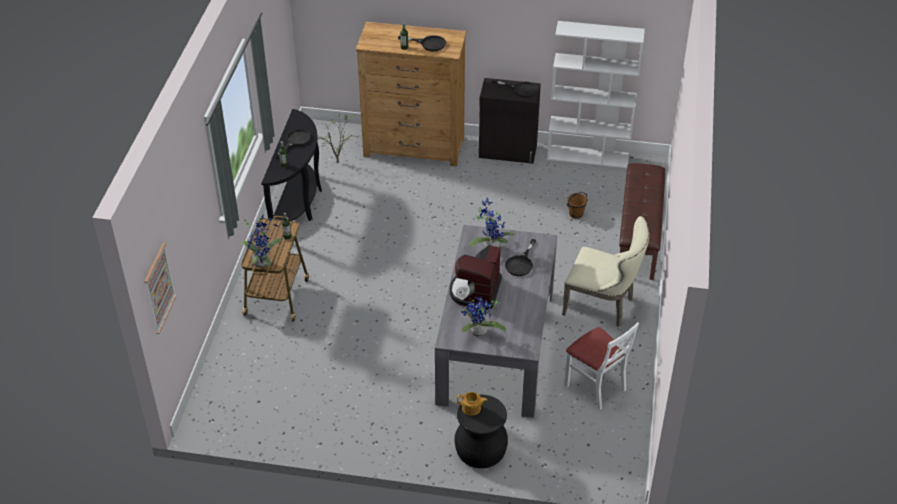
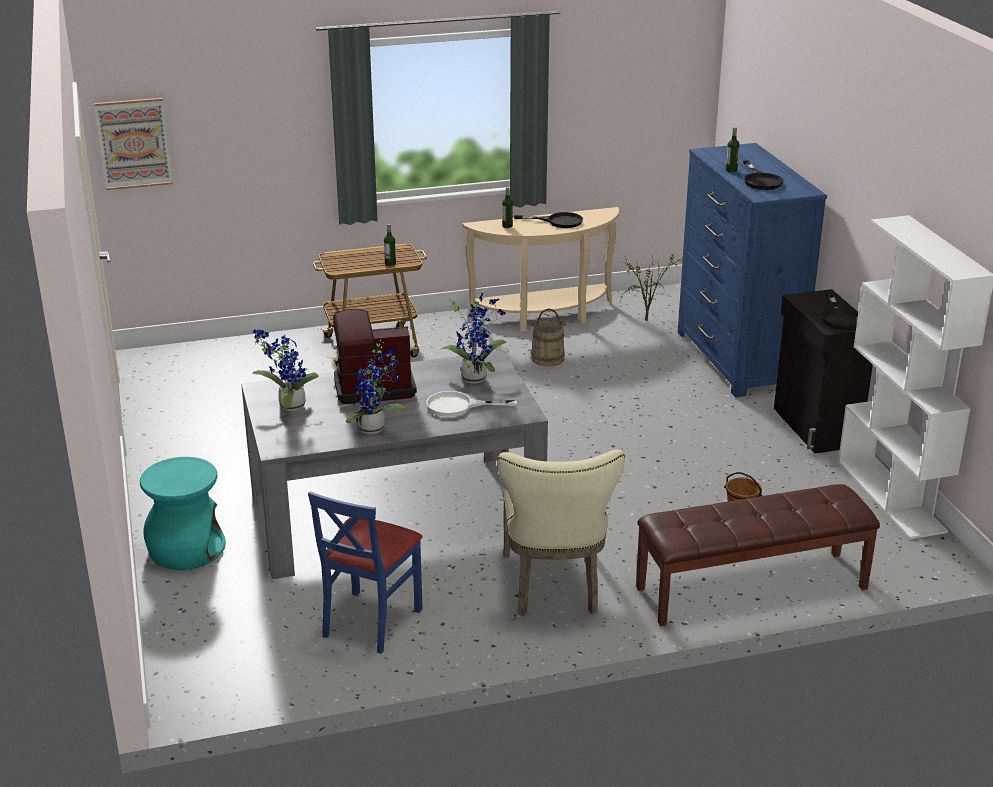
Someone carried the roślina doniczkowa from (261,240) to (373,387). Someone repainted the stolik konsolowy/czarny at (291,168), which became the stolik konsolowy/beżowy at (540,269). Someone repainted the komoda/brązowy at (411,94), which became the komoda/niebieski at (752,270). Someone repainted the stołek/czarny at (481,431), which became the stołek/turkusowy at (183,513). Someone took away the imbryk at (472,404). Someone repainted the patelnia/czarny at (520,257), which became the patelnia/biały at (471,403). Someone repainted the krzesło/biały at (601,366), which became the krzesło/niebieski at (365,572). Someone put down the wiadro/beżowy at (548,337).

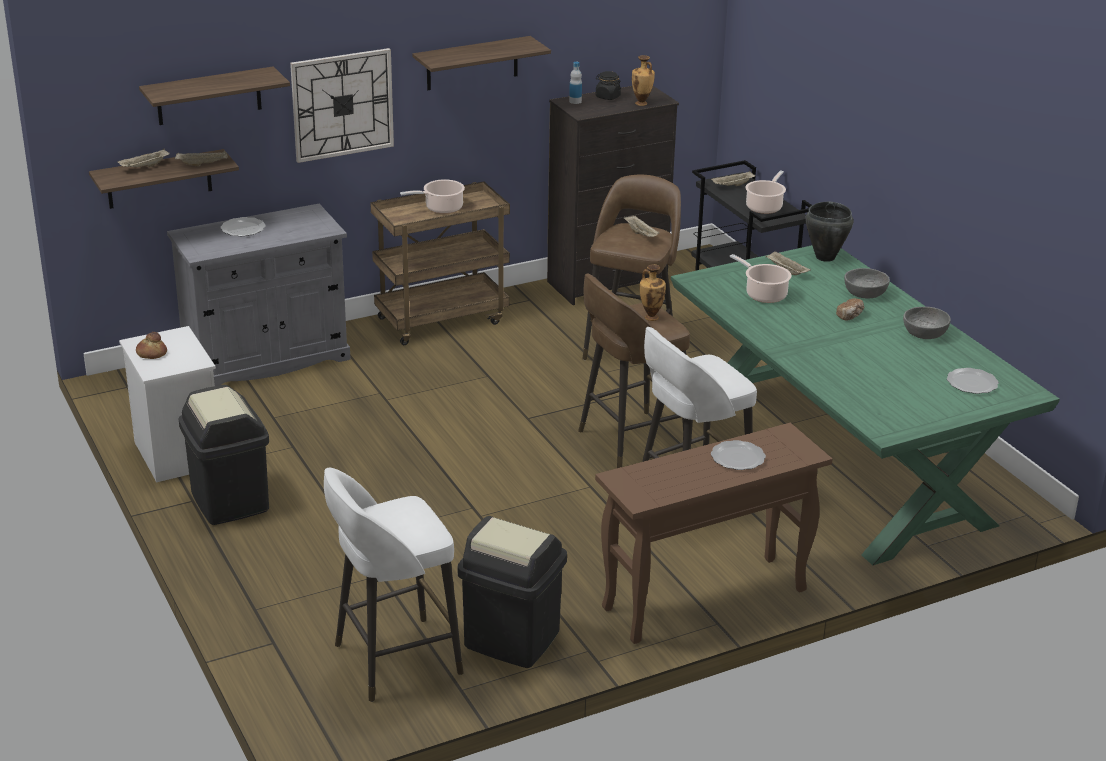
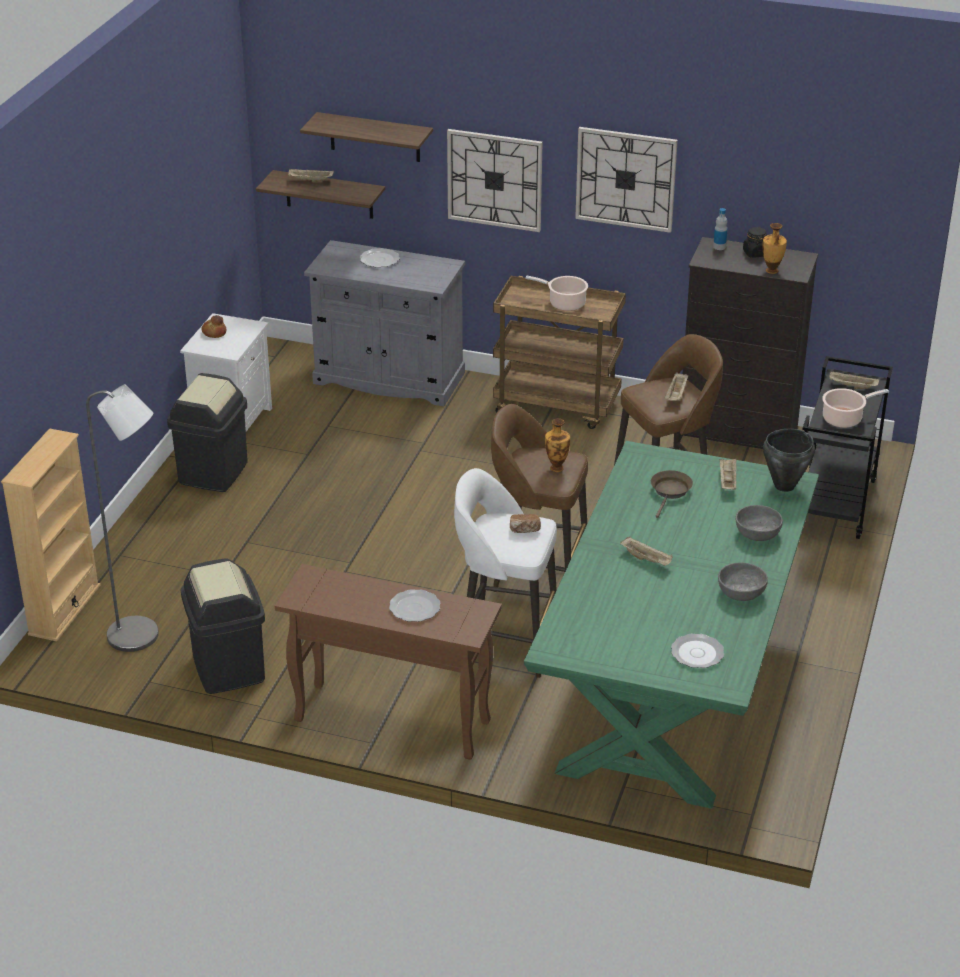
Someone carried the taca/beżowy from (201,158) to (646,551). Someone swapped the stołek/biały at (394,585) for the lampa stojąca/szary at (122,518). Someone swapped the półka at (481,63) for the zegar ścienny at (626,180). Someone swapped the garnek at (760,278) for the patelnia/brązowy at (672,494). Someone carried the chleb from (850,309) to (525,523). Someone put down the regał/beżowy at (51,534).

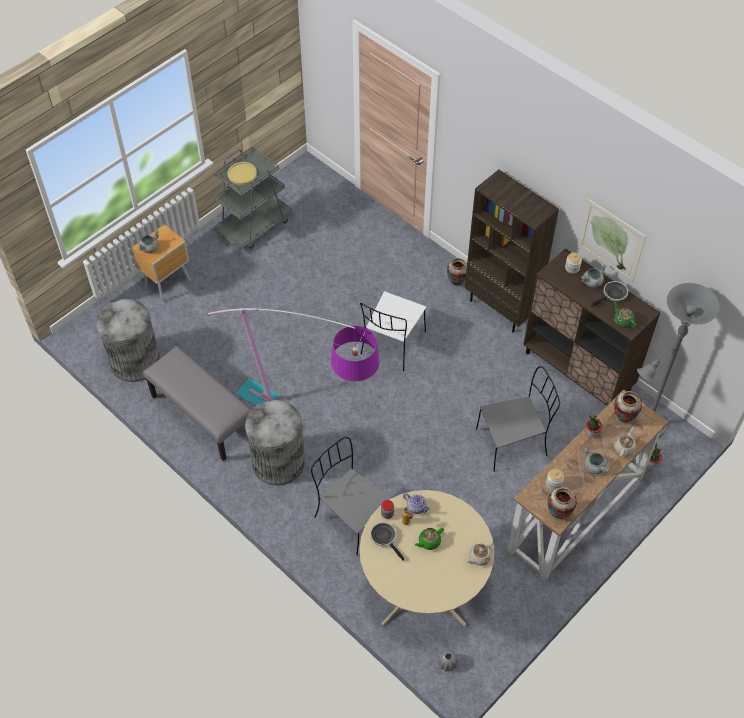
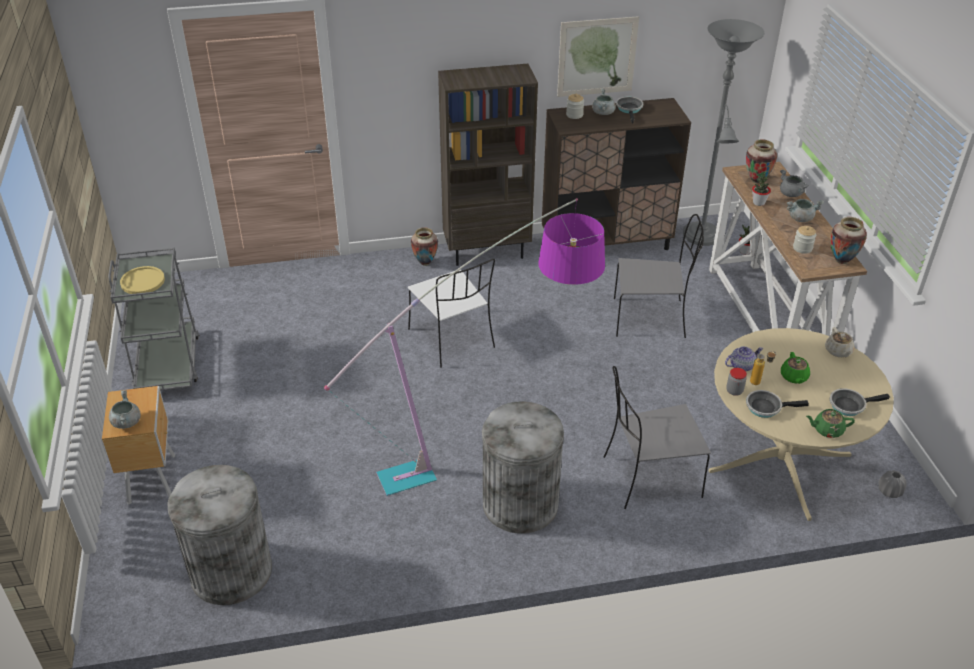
Someone took away the ławka/szary at (197,403). Someone rotated the krzesło/szary at (518,419) by 75 degrees clockwise. Someone carried the imbryk/zielony from (625,314) to (830,423). Someone swapped the imbryk/beżowy at (625,442) for the garnek/szary at (794,183). Someone put down the patelnia at (860,402).

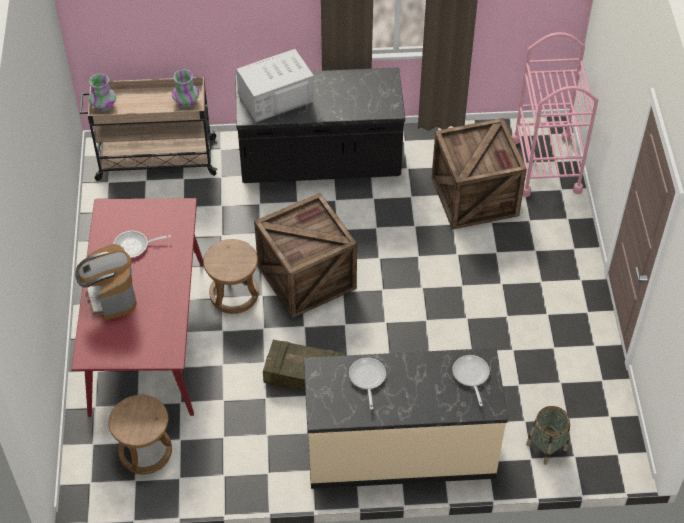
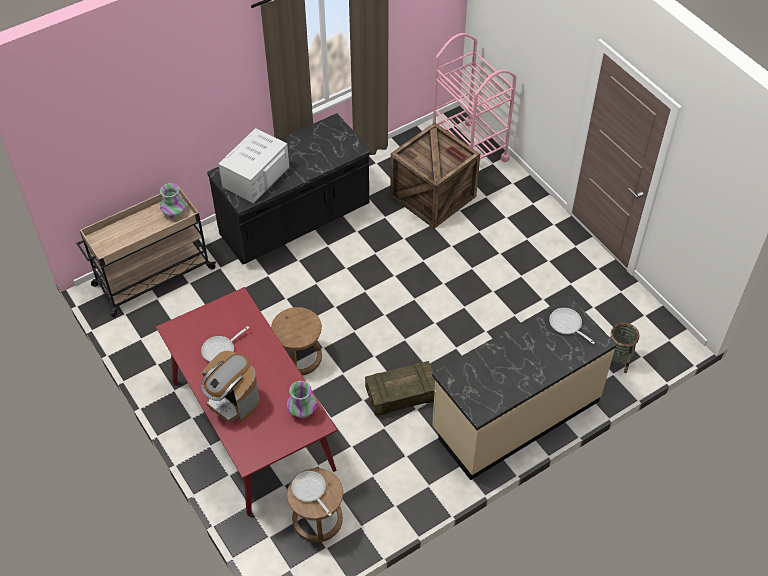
Someone carried the wazon from (102,93) to (302,399). Someone took away the skrzynka at (305,255). Someone carried the patelnia from (367,384) to (311,493).

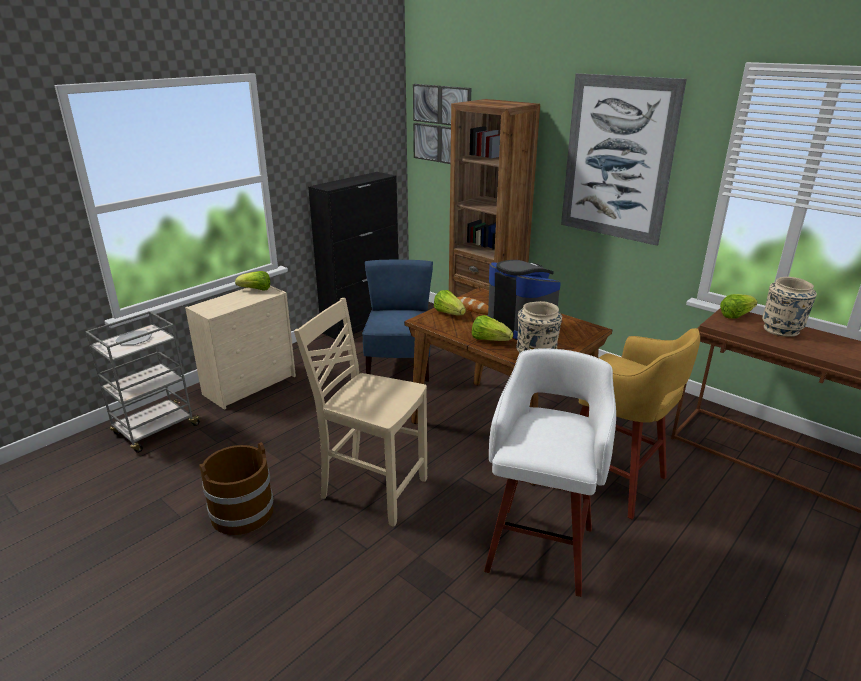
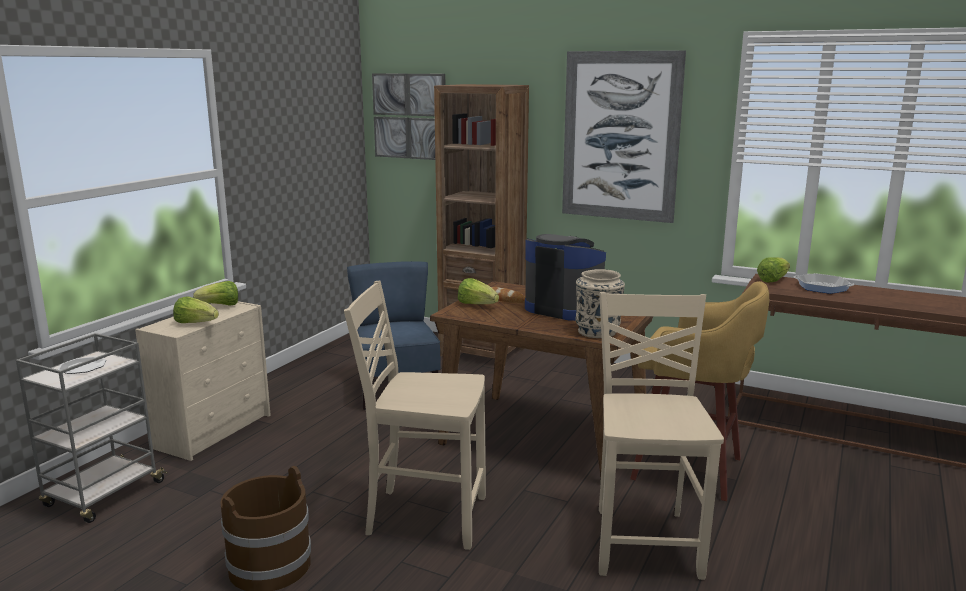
Someone took away the szafka/czarny at (353,255). Someone carried the sałata from (492,328) to (196,309). Someone swapped the stołek/biały at (550,472) for the krzesło/beżowy at (661,436). Someone swapped the wazon/beżowy at (789,307) for the patelnia at (824,283).

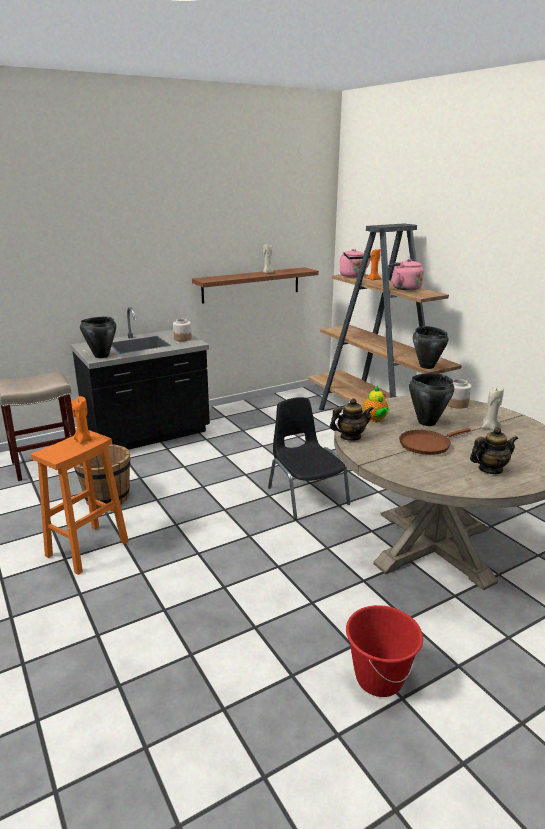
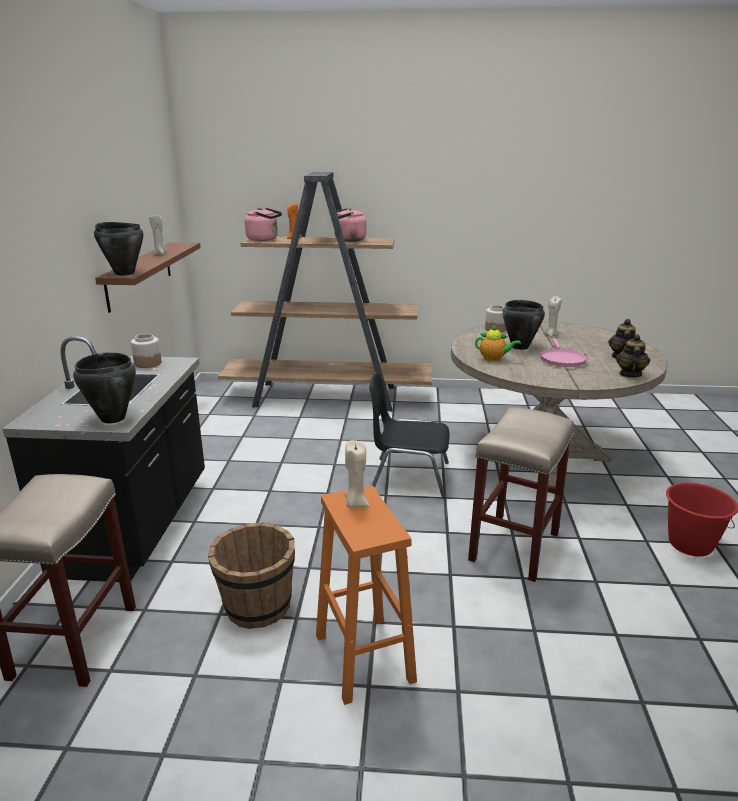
Someone repainted the świeca/pomarańczowy at (82,419), which became the świeca/beżowy at (356,474). Someone carried the imbryk from (352,419) to (633,356). Someone repainted the patelnia/brązowy at (435,441), which became the patelnia/różowy at (563,352). Someone carried the garnek/czarny from (430,347) to (118,249). Someone put down the stołek/beżowy at (521,494).

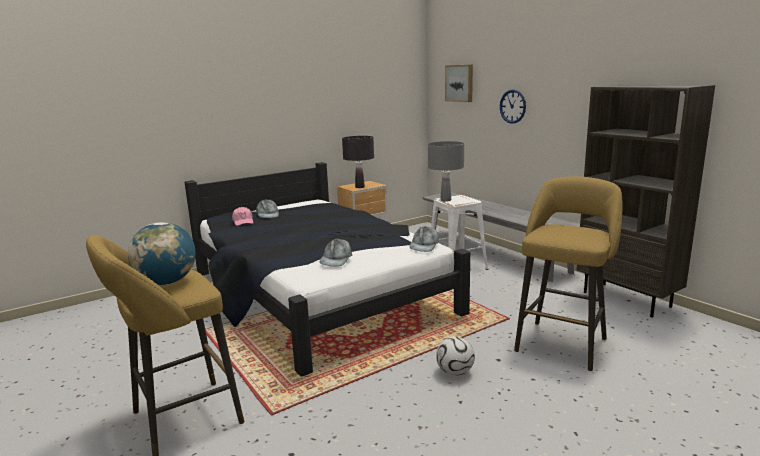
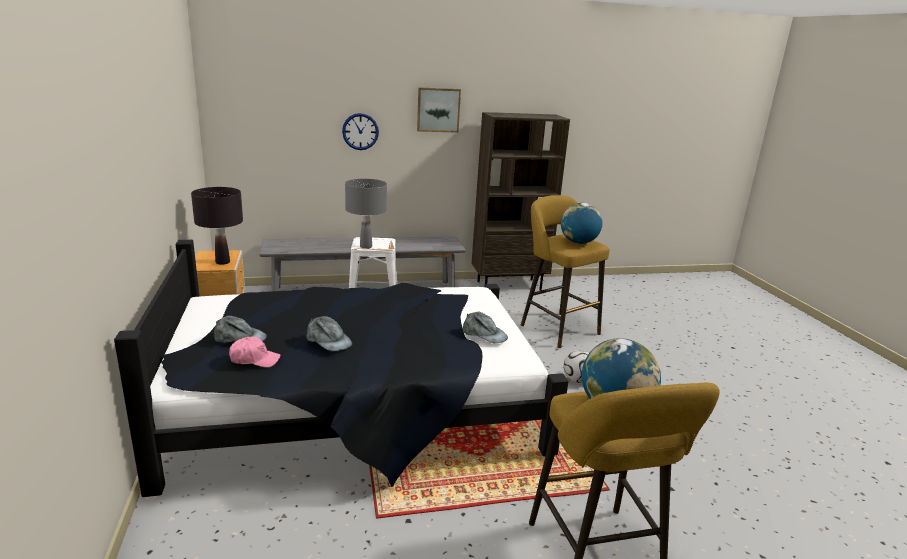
Someone carried the czapka z daszkiem/szary from (424,239) to (329,333). Someone carried the obraz from (459,83) to (439,110). Someone put down the globus at (581,223).

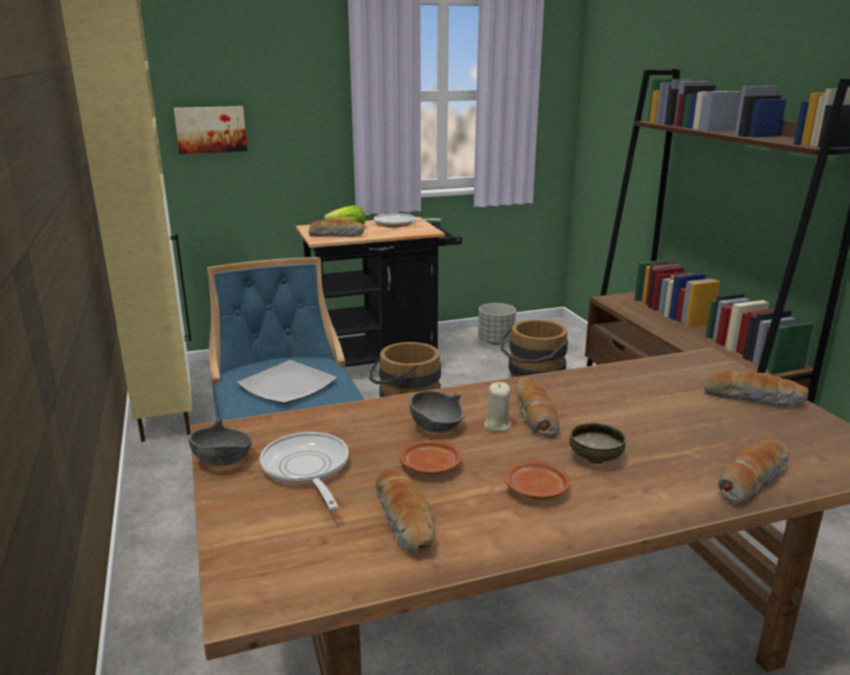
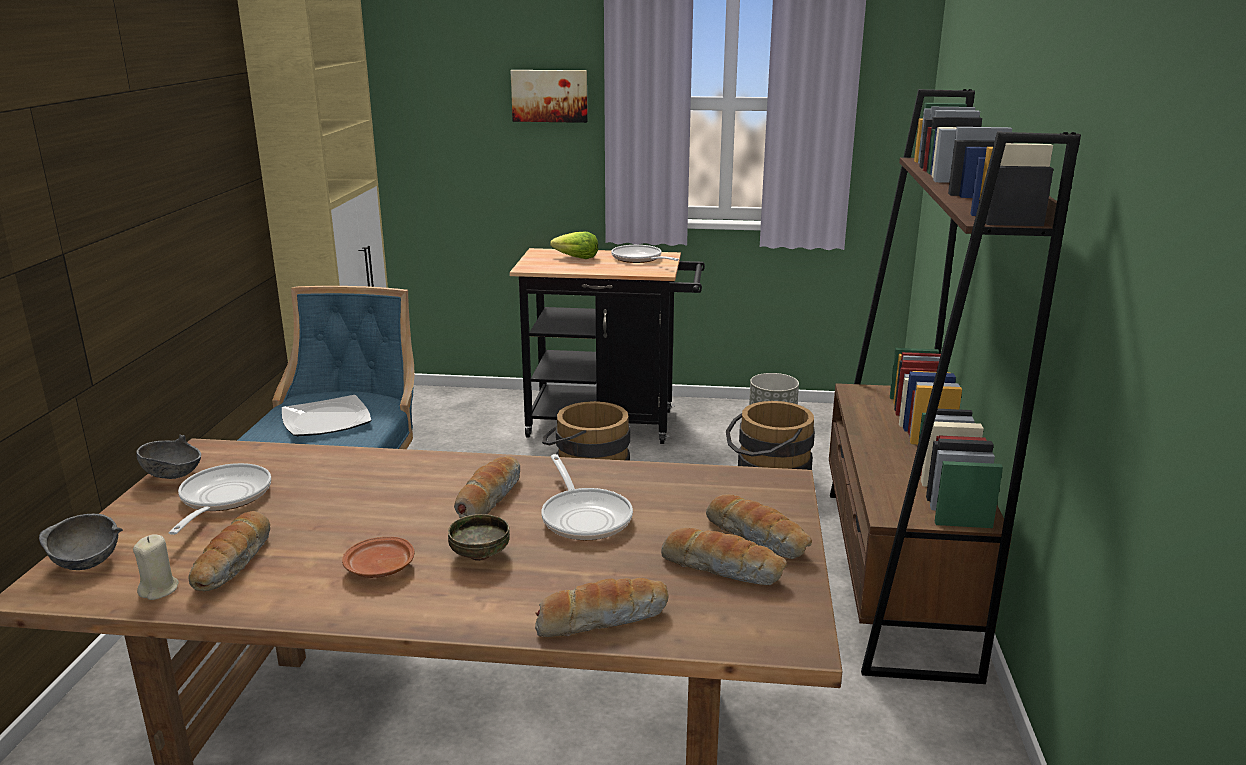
Someone carried the obraz from (210,130) to (549,96). Someone carried the chleb from (337,228) to (724,556). Someone took away the talerz/brązowy at (430,457). Someone carried the miska/szary from (436,411) to (81,542). Someone carried the świeca/beżowy from (497,407) to (156,567). Someone put down the patelnia at (587,497).

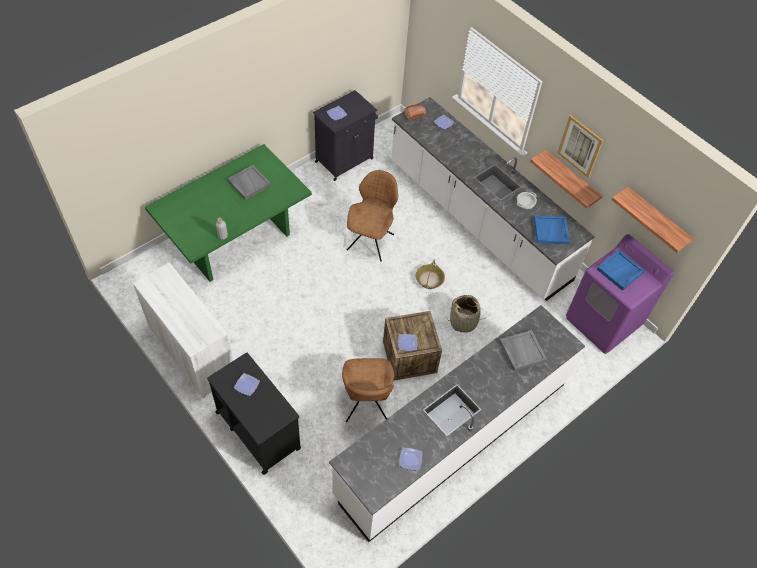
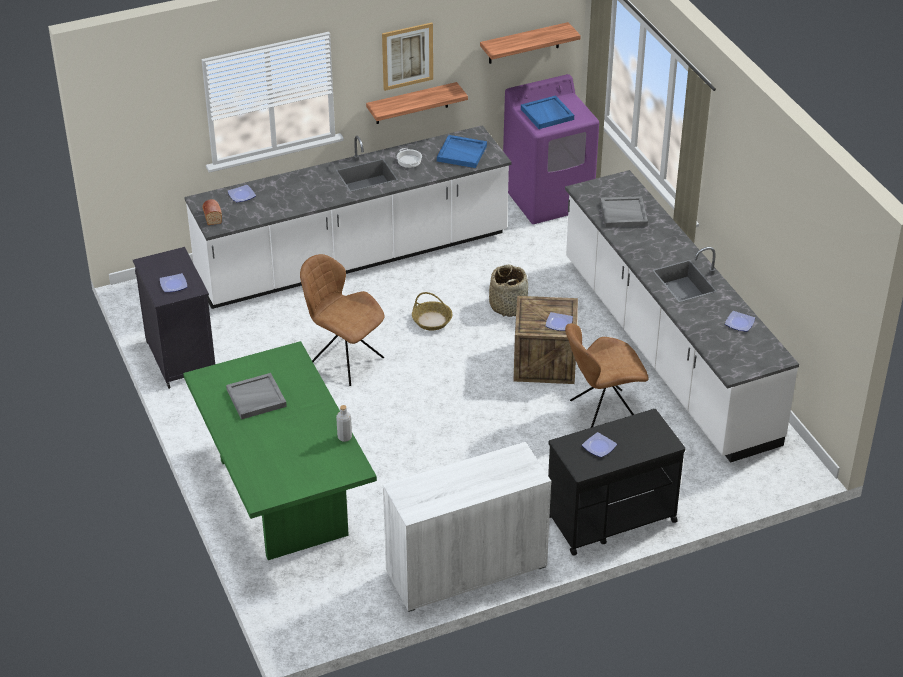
Someone rotated the krzesło/brązowy at (368,390) by 150 degrees clockwise.

